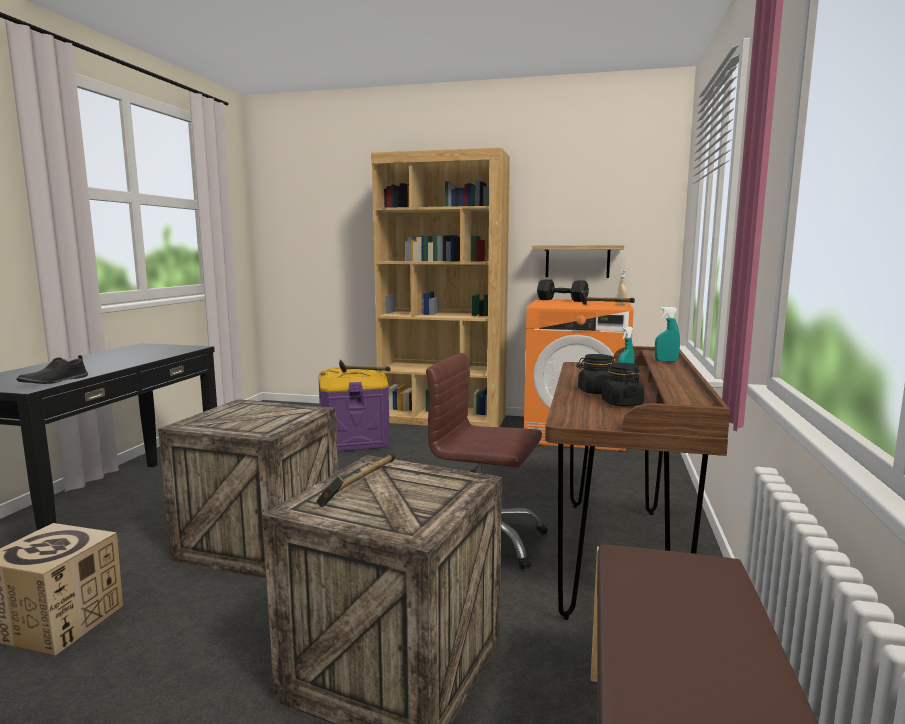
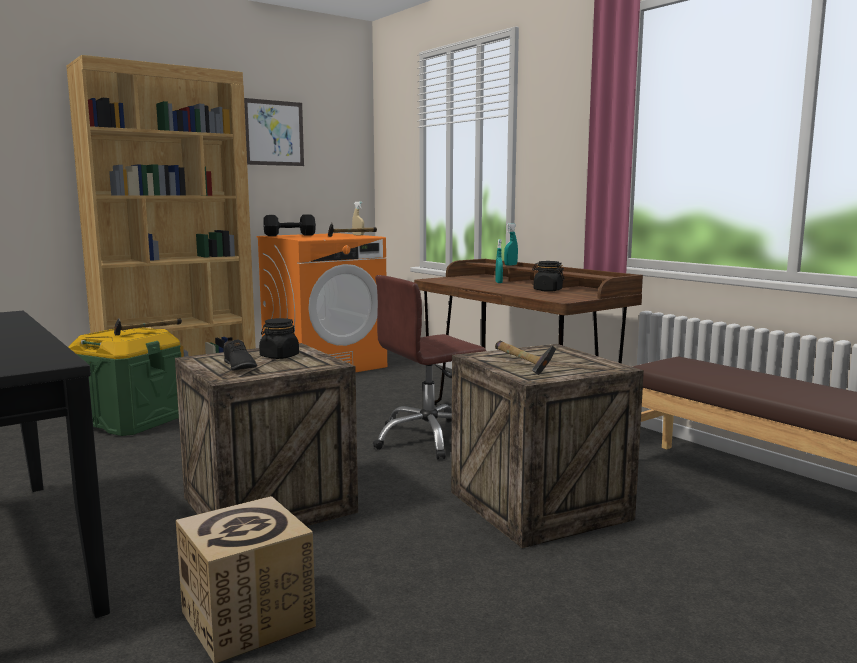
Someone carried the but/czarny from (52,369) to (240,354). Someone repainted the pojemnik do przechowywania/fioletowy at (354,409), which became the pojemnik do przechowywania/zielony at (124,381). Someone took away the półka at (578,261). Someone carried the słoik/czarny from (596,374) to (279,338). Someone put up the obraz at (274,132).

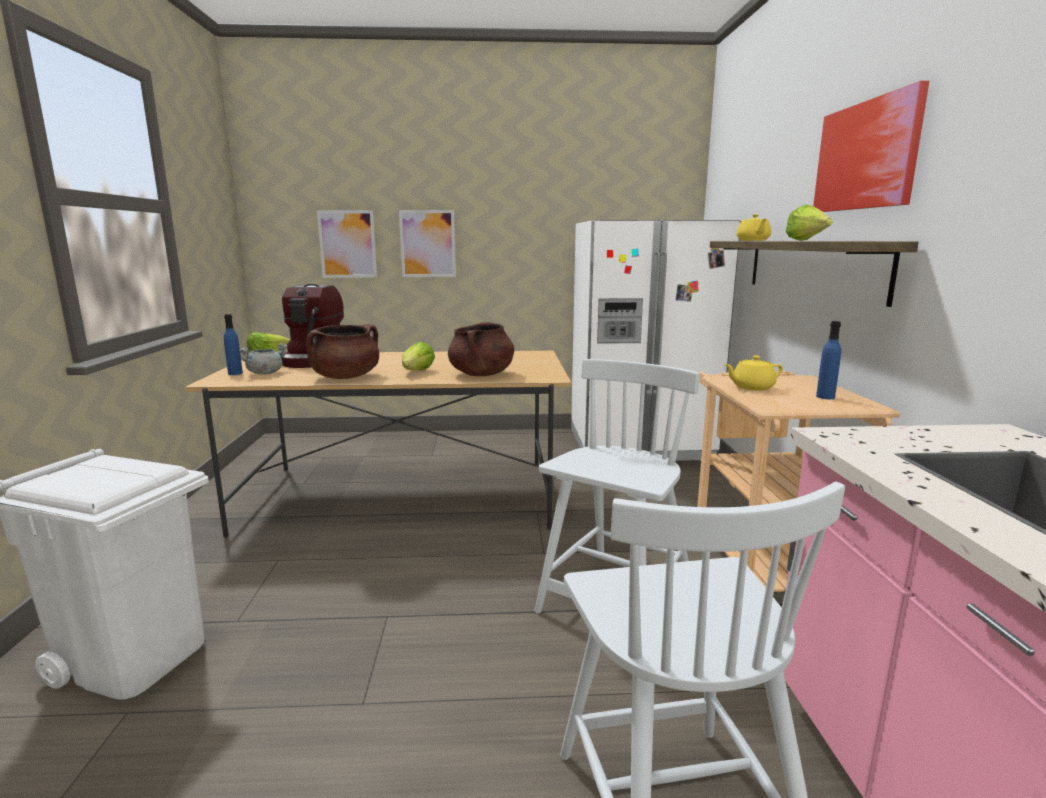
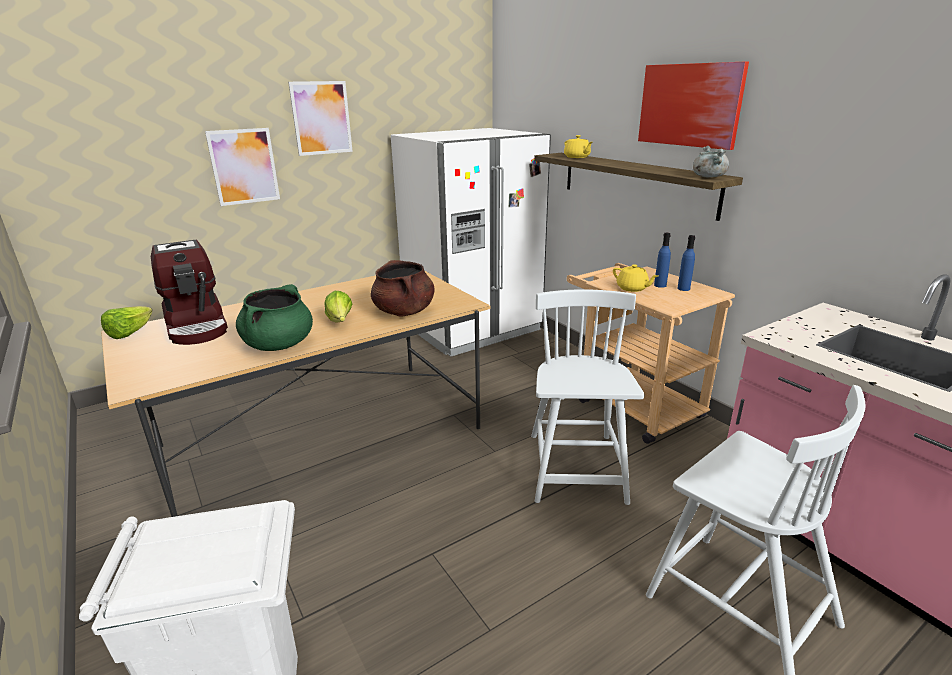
Someone carried the butelka/niebieski from (233,344) to (662,260). Someone carried the garnek/szary from (263,359) to (711,162). Someone repainted the garnek/brązowy at (342,351), which became the garnek/zielony at (274,317). Someone carried the obraz from (347,244) to (320,118). Someone rotated the imbryk/żółty at (753,373) by 90 degrees counterclockwise. Someone took away the sałata at (809,223).

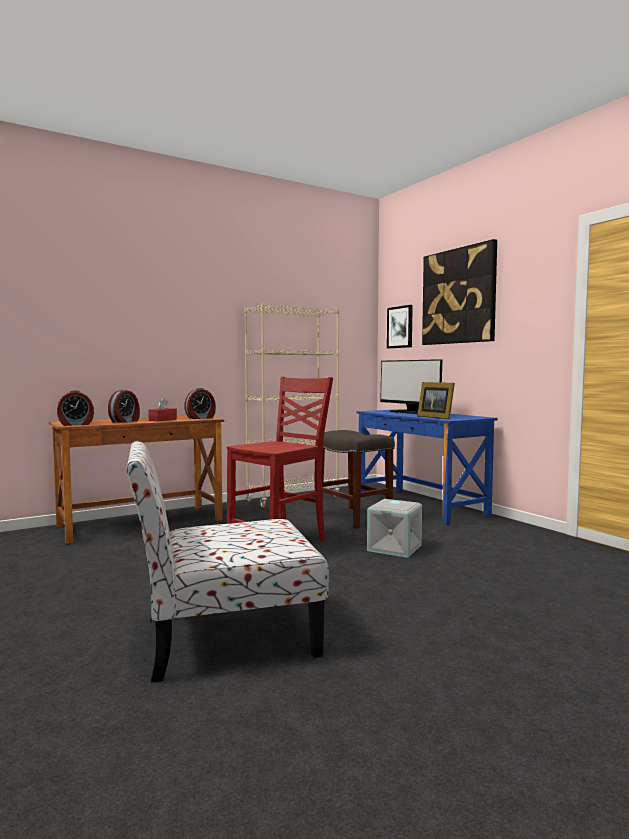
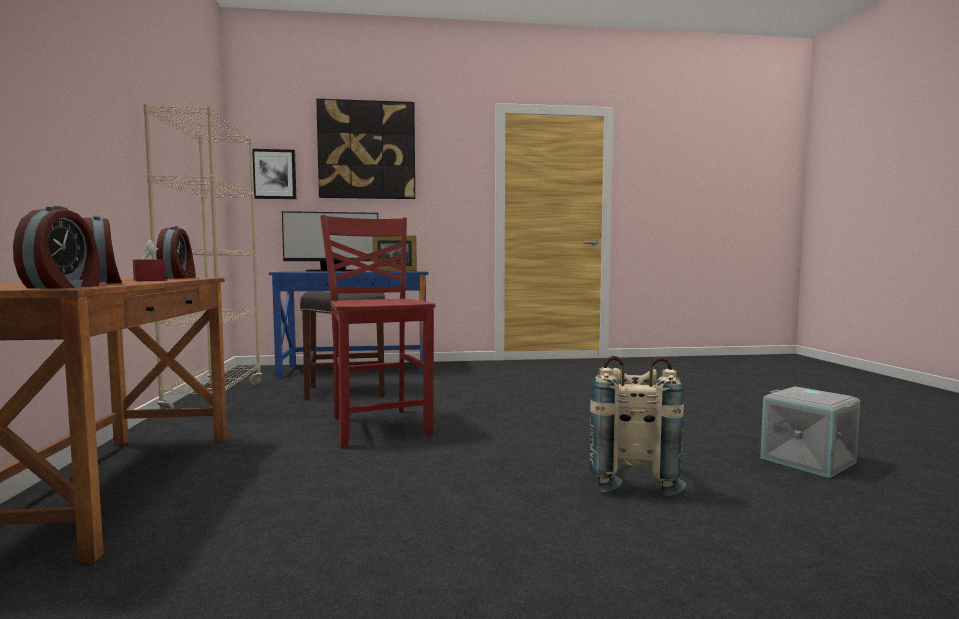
Someone swapped the krzesło at (227,562) for the plecak/beżowy at (637,426). Someone carried the pojemnik do przechowywania/szary from (394,528) to (810,432).

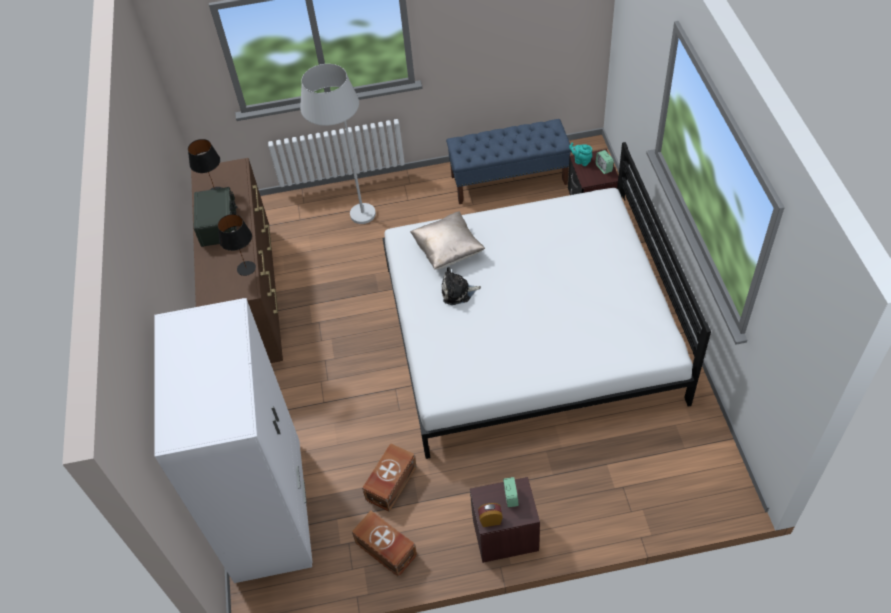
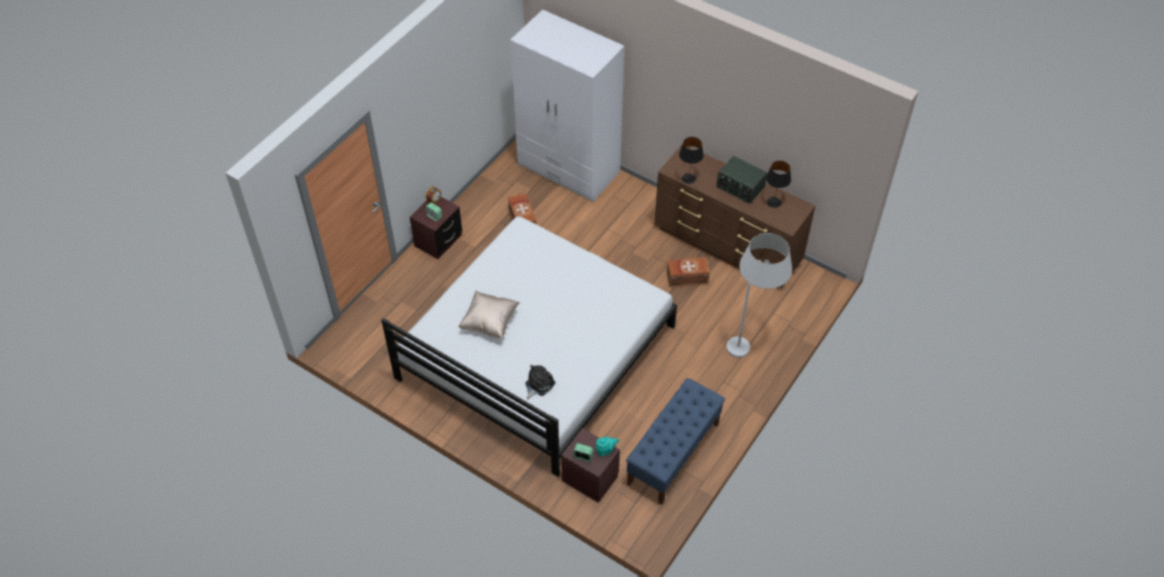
Someone carried the pojemnik do przechowywania/brązowy from (384,544) to (688,272). Someone carried the poduszka/beżowy from (447,240) to (488,314). Someone carried the pluszak from (461,286) to (540,382).

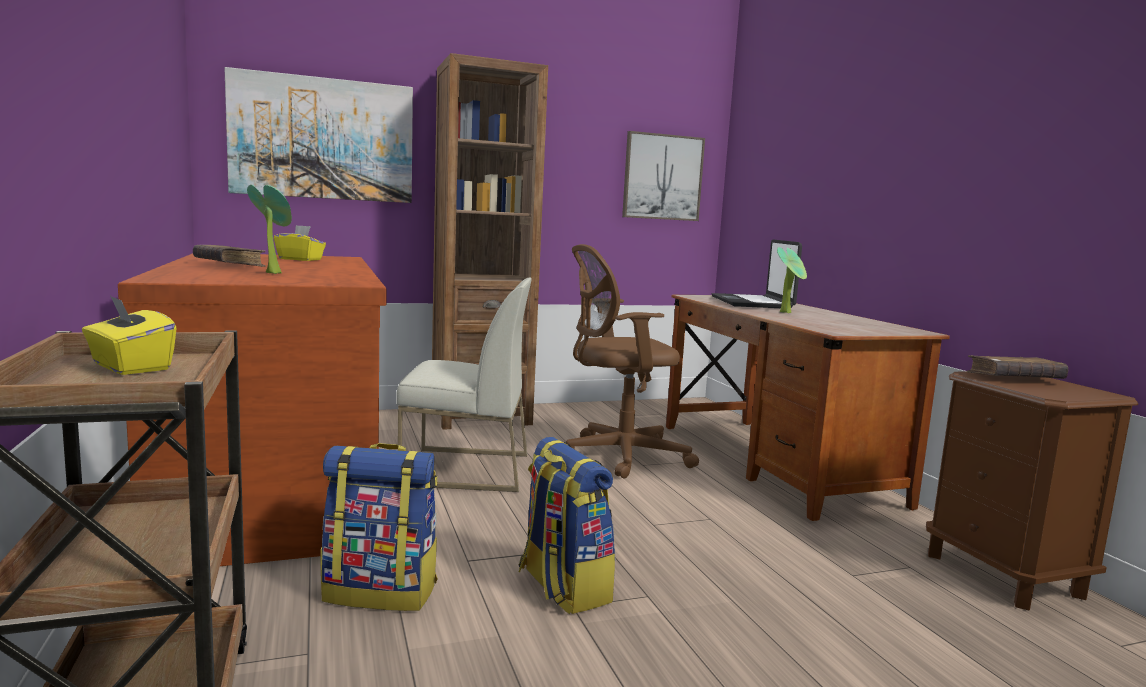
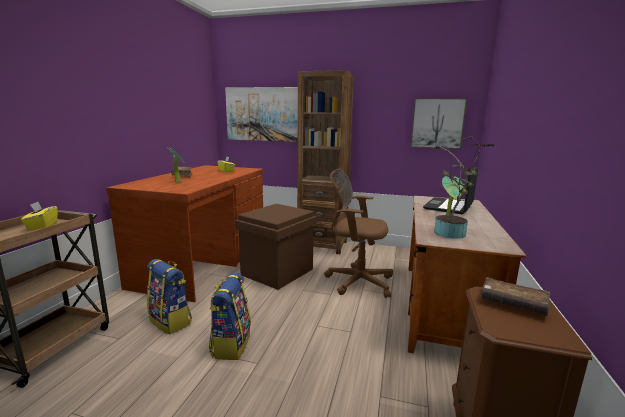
Someone swapped the krzesło/biały at (464,385) for the pojemnik do przechowywania/brązowy at (276,247). Someone put down the roślina doniczkowa at (462,188).

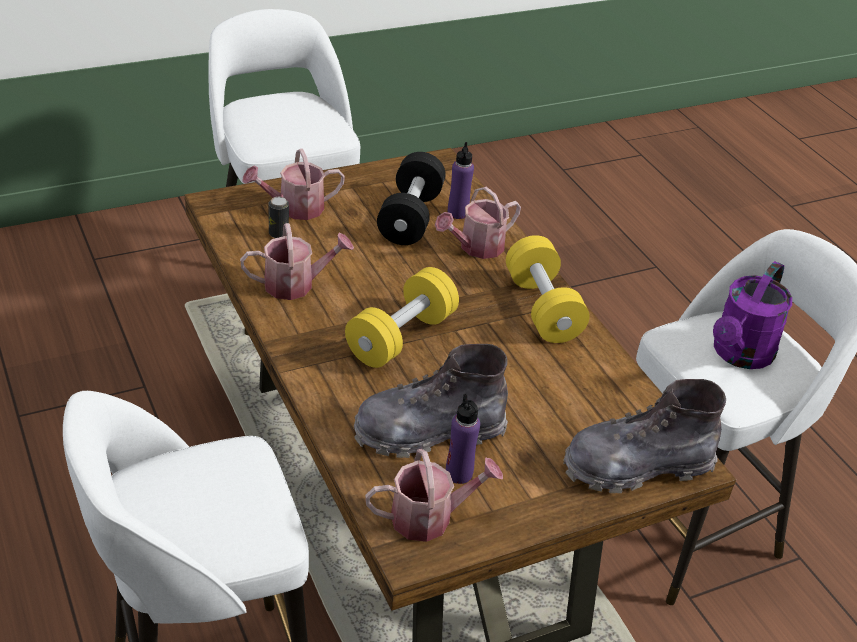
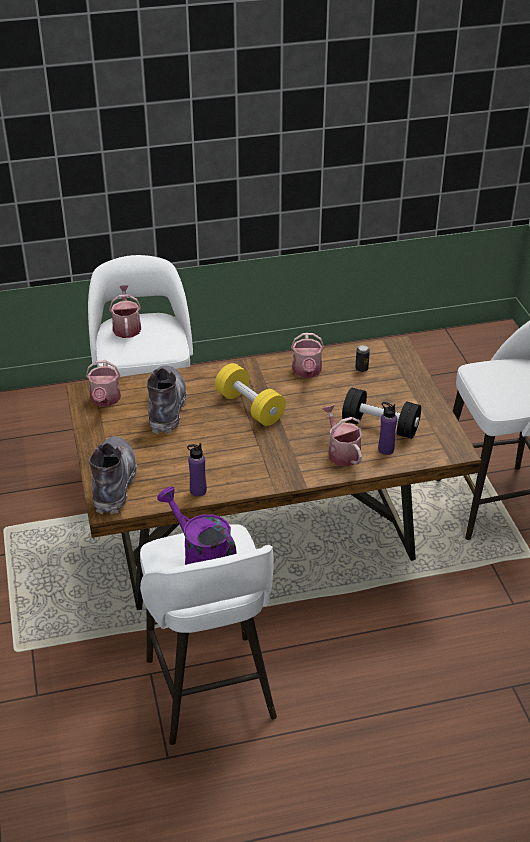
Someone carried the konewka from (293,184) to (125,311). Someone carried the butelka/fioletowy from (463,439) to (197,470). Someone took away the hantel/żółty at (548,289).

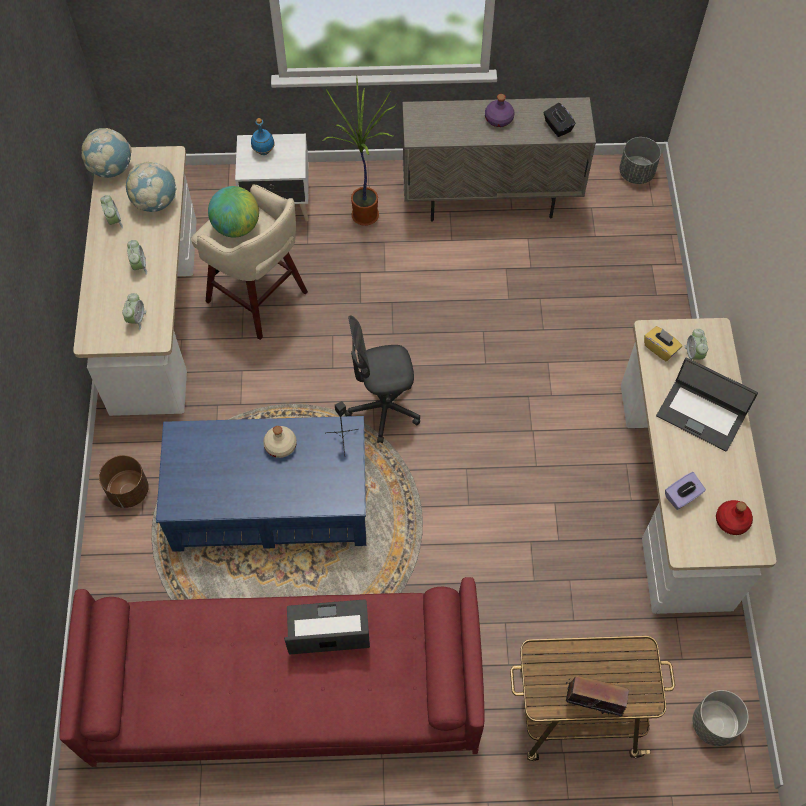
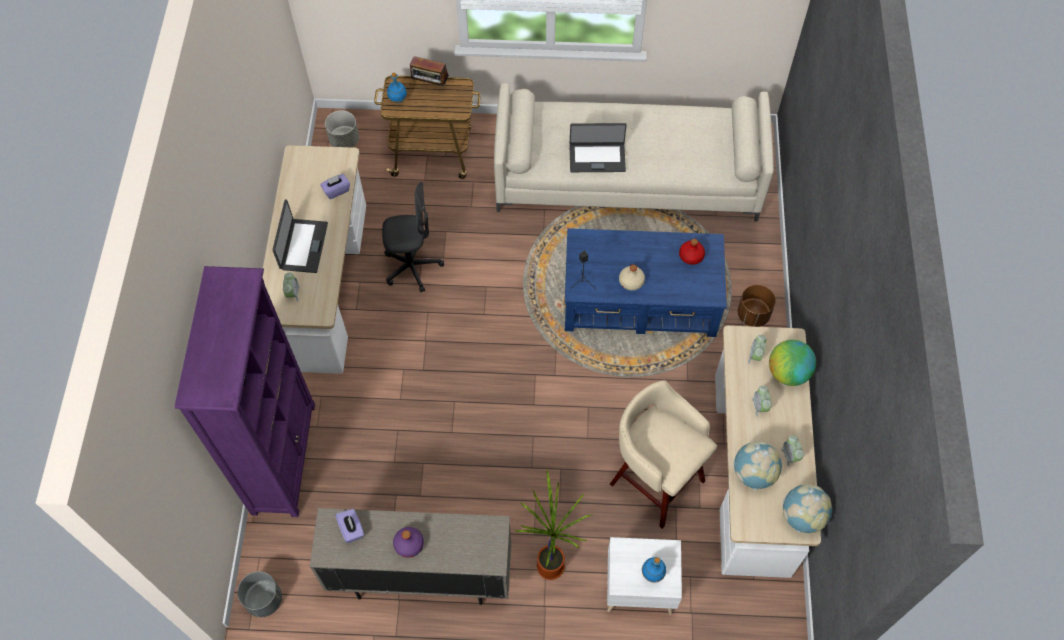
Someone repainted the kanapa/czerwony at (272,672), which became the kanapa/beżowy at (634,152). Someone carried the globus from (233,212) to (792,363). Someone carried the krzesło biurowe/szary from (382,379) to (413,237). Someone repainted the pudełko chusteczek/czarny at (559,120), which became the pudełko chusteczek/fioletowy at (349,526). Someone took away the pudełko chusteczek/żółty at (663,343). Someone rotated the laptop at (707,405) by 60 degrees clockwise. Someone carried the butelka/czerwony from (734,517) to (692,252). Someone put down the regał/fioletowy at (245,391). Someone put down the butelka/niebieski at (397,88).

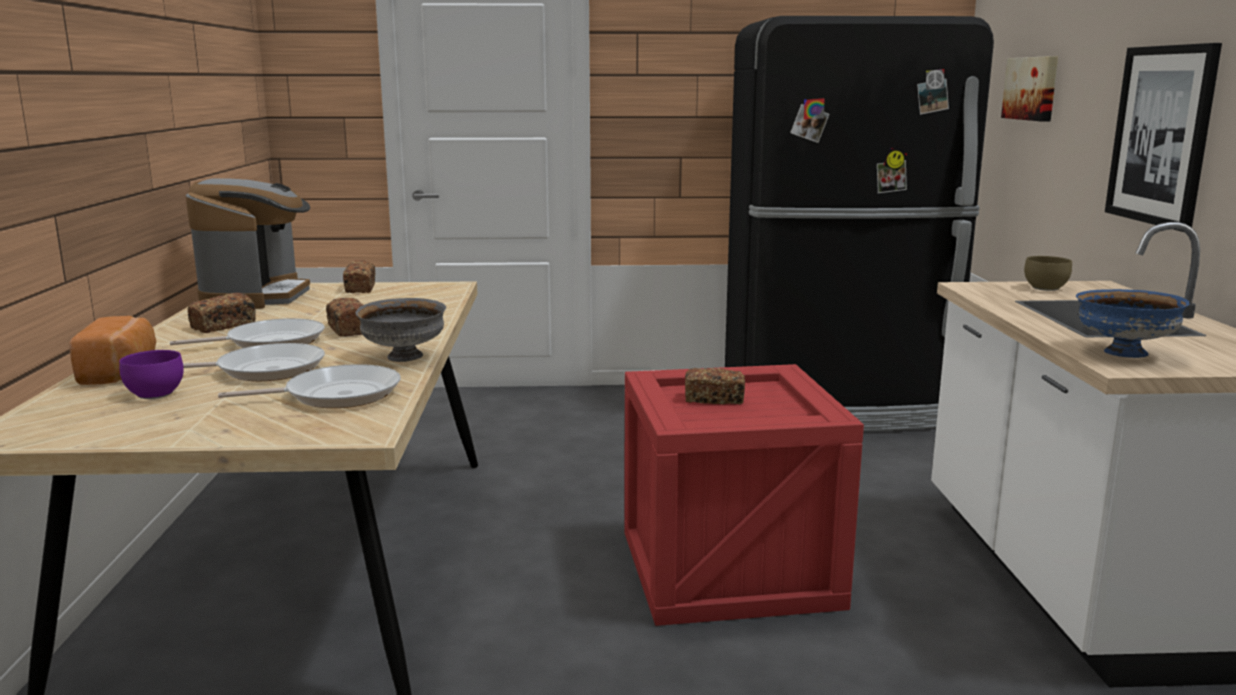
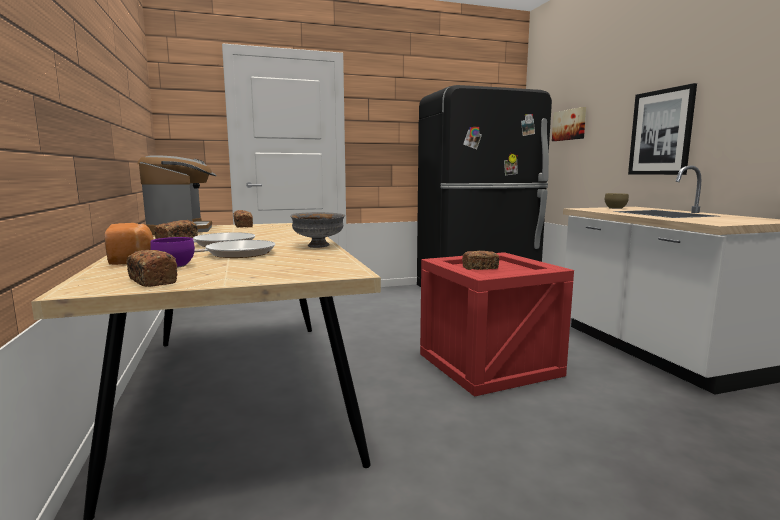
Someone took away the patelnia at (309,386). Someone carried the chleb from (344,317) to (151,268). Someone took away the miska/niebieski at (1133,323).

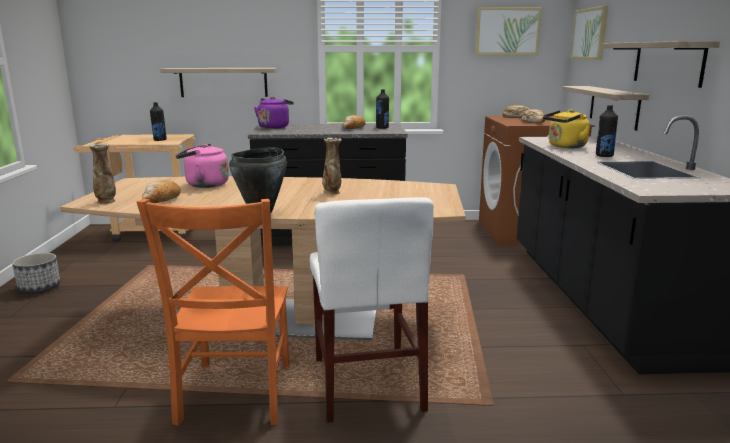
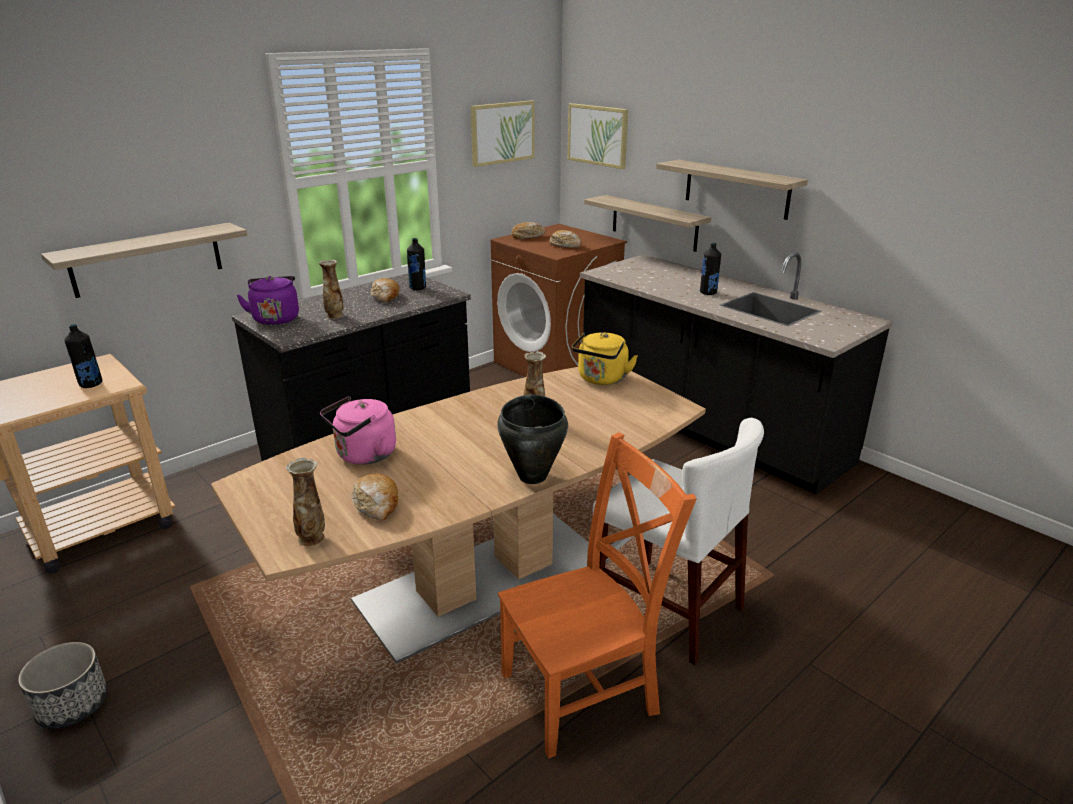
Someone rotated the krzesło/pomarańczowy at (213,312) by 75 degrees counterclockwise. Someone carried the czajnik/żółty from (566,128) to (605,358). Someone put down the wazon at (331,289).

